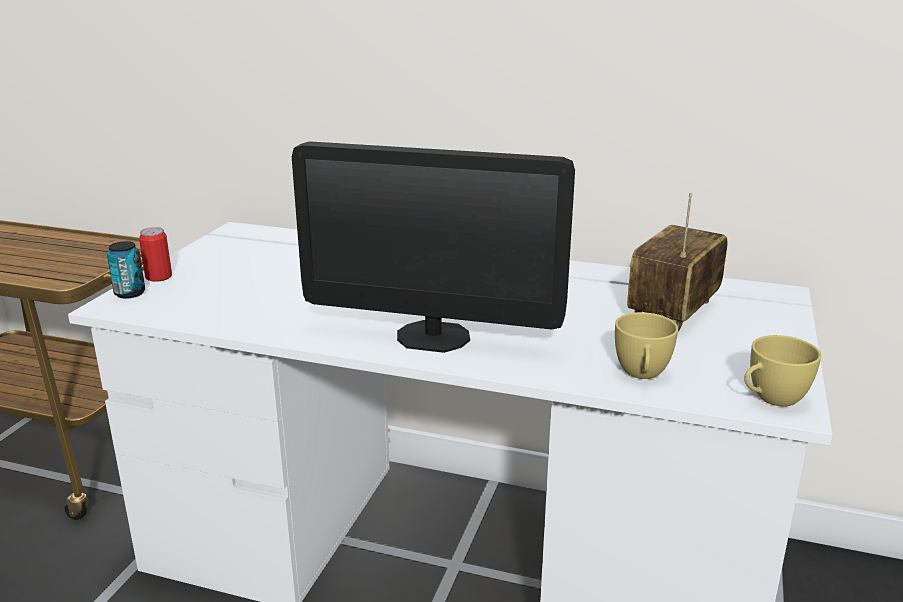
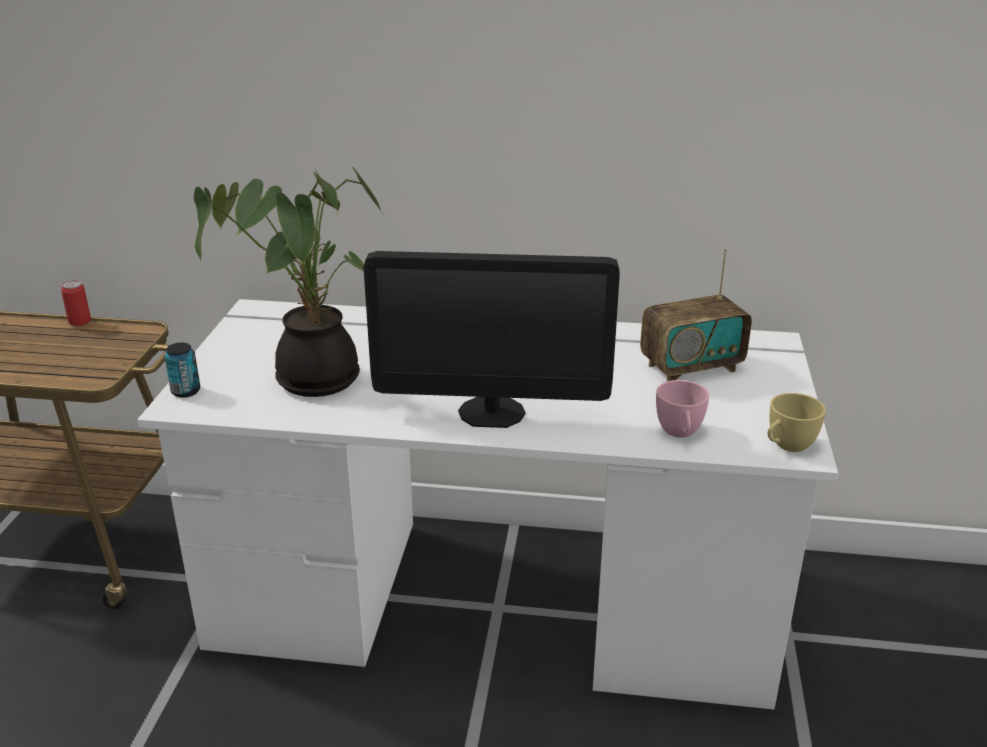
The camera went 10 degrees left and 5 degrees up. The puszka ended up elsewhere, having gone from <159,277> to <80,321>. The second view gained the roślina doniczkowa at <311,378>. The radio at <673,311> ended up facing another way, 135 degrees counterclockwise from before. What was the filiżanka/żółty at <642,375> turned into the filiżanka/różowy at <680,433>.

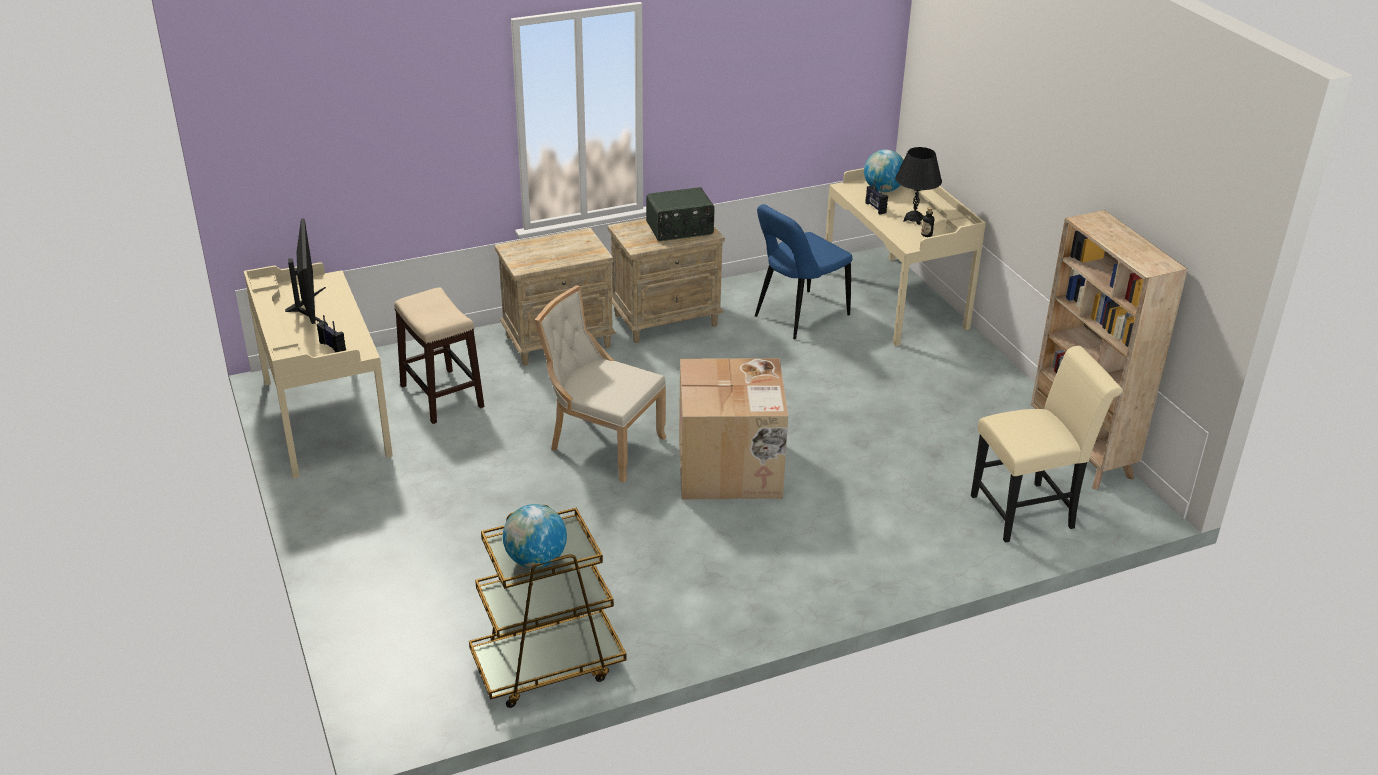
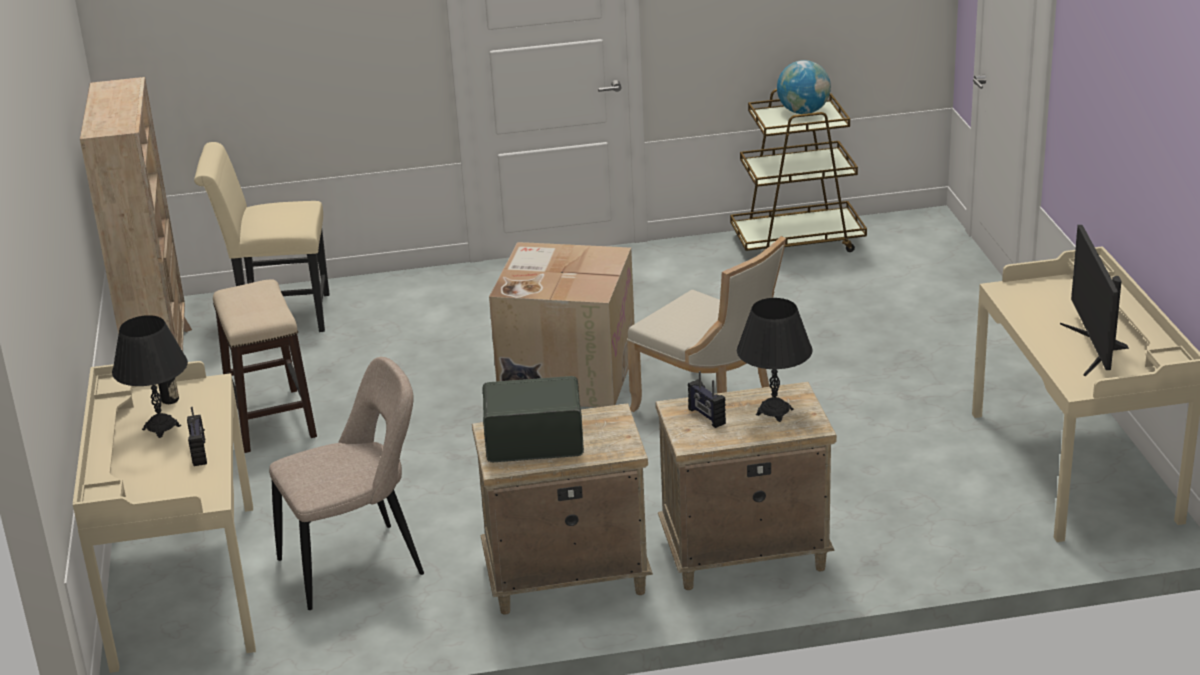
The camera went 165 degrees left and 5 degrees down. The stołek ended up elsewhere, having gone from <442,396> to <270,419>. What was the krzesło/niebieski at <798,317> turned into the krzesło/beżowy at <358,565>. The radio ended up elsewhere, having gone from <333,347> to <706,416>. The second view gained the lampa stołowa/czarny at <774,412>. The second view lost the globus at <883,190>.

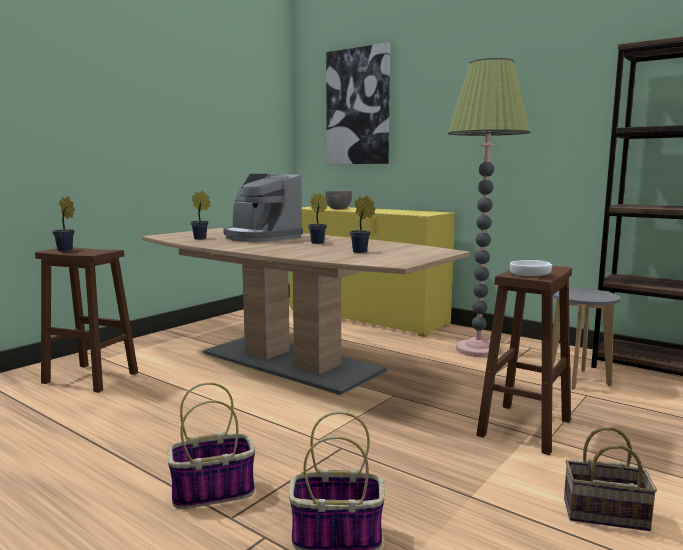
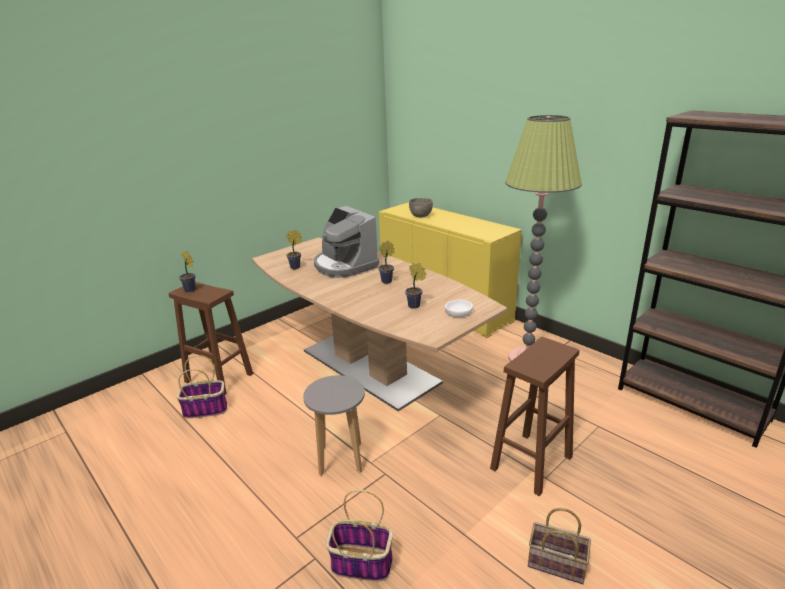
The camera went 10 degrees right and 15 degrees up. The koszyk ended up elsewhere, having gone from <214,491> to <206,409>. The stołek/szary ended up elsewhere, having gone from <578,379> to <340,459>. The miska/biały ended up elsewhere, having gone from <530,273> to <458,312>. The second view lost the obraz at <358,107>.

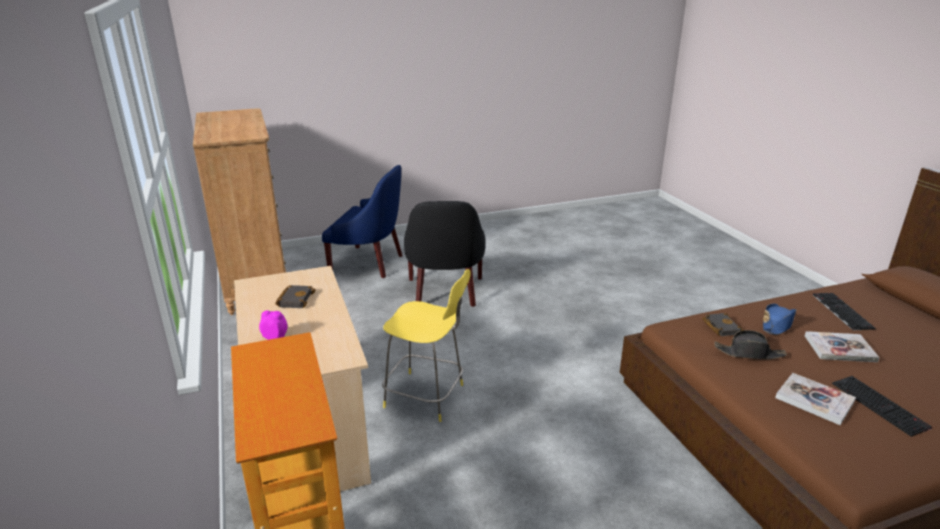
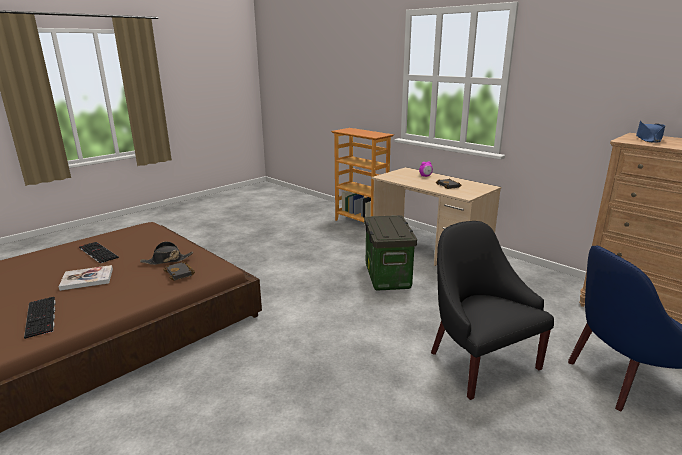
The camera went 155 degrees right and 5 degrees down. Where the stołek/żółty stood at <427,396>, the pojemnik do przechowywania came to stand at <386,276>. The kapelusz/niebieski ended up elsewhere, having gone from <777,325> to <648,139>. The second view lost the książka at <814,400>.

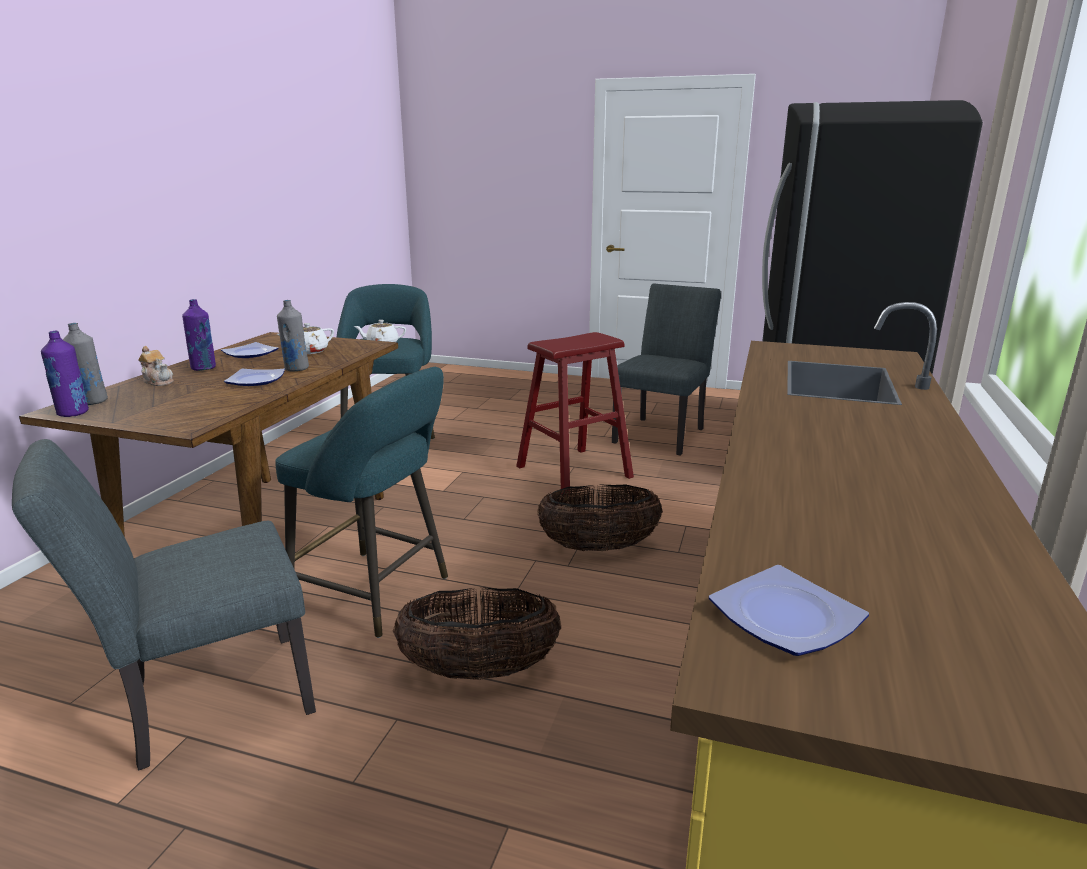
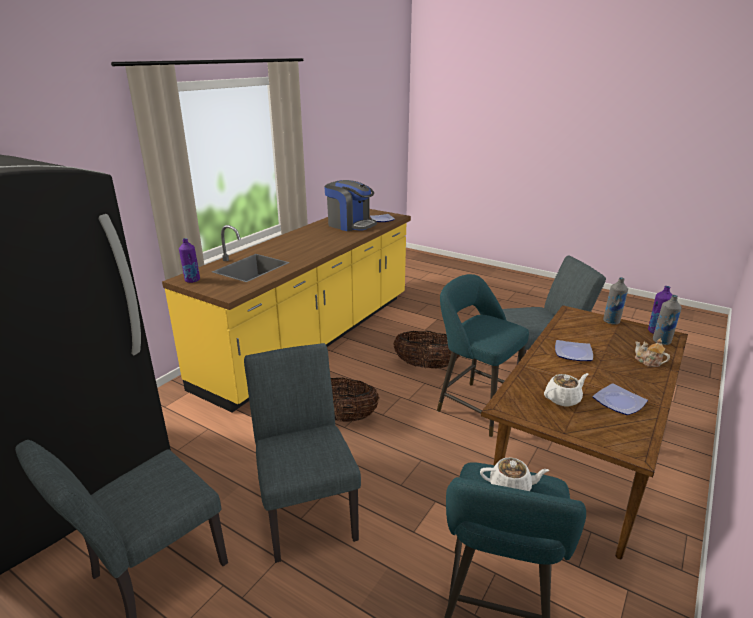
The camera went 165 degrees left and 5 degrees up. The butelka/fioletowy ended up elsewhere, having gone from <204,368> to <192,280>. Where the stołek/czerwony stood at <573,472>, the krzesło/szary came to stand at <306,508>. The second view gained the ekspres do kawy at <350,224>. The butelka/szary ended up elsewhere, having gone from <296,369> to <611,321>.

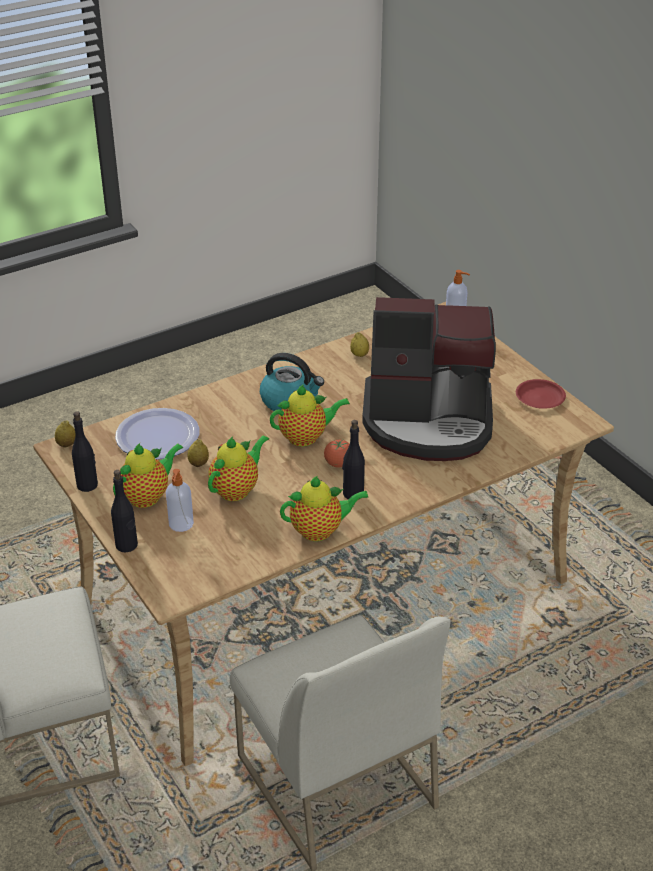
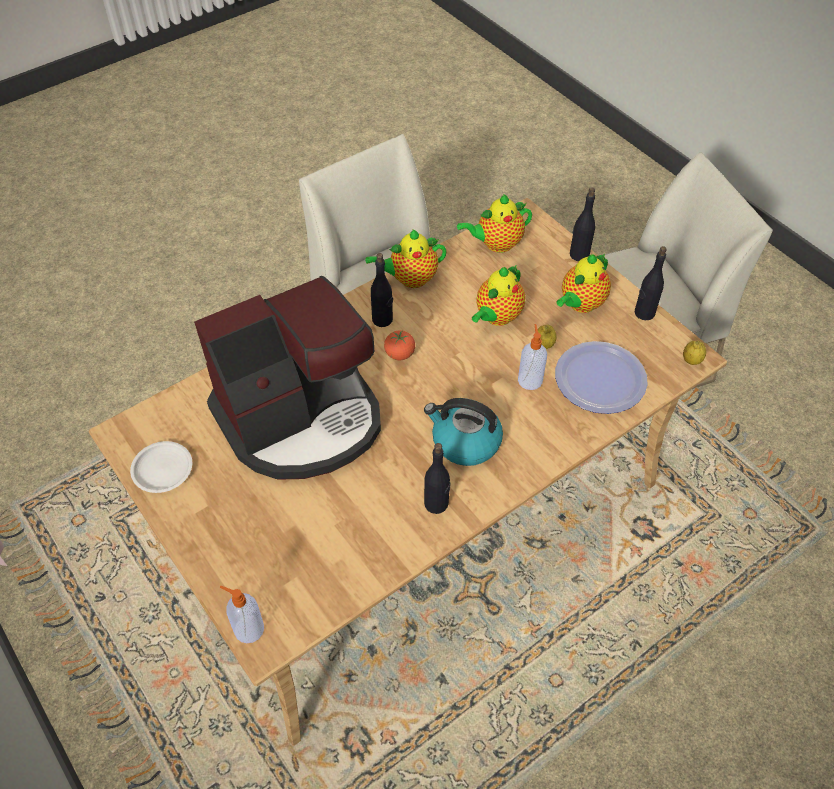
The camera went 175 degrees right and 15 degrees up. What was the talerz/czerwony at <540,397> turned into the talerz/biały at <162,469>. The ekspres do kawy at <428,422> ended up facing another way, 150 degrees clockwise from before. The second view gained the butelka/czarny at <436,504>. The imbryk ended up elsewhere, having gone from <306,437> to <496,244>. The dozownik mydła ended up elsewhere, having gone from <181,524> to <530,379>. The second view lost the cytryna at <359,355>.

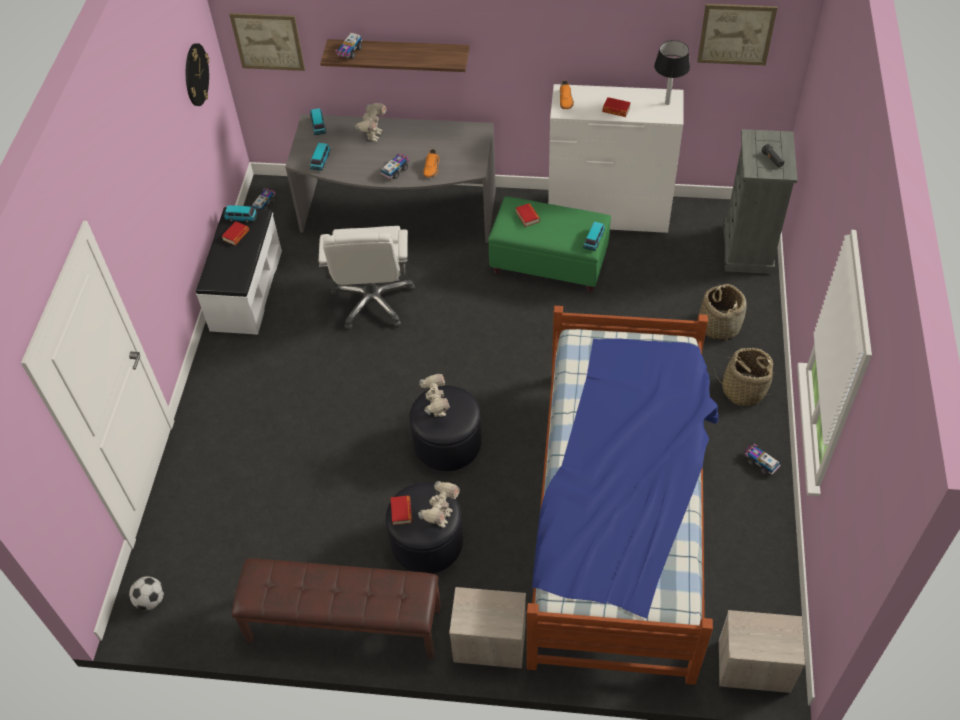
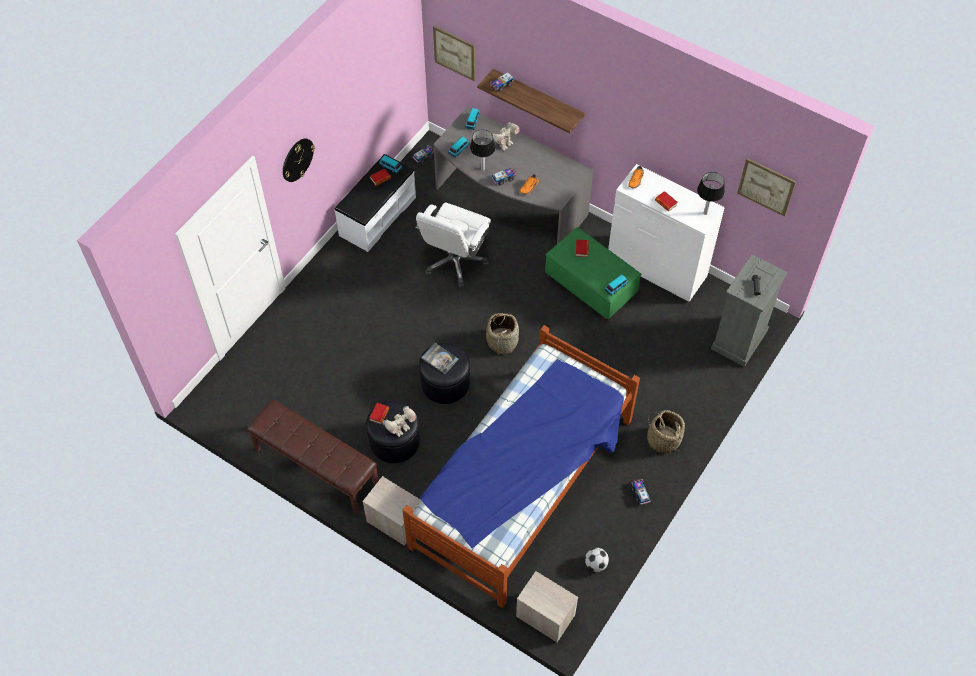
The camera went 25 degrees right and 5 degrees up. The zegar ścienny ended up elsewhere, having gone from <196,74> to <297,159>. Where the robot zabawkowy stood at <436,409>, the książka came to stand at <439,358>. The second view gained the lampa stołowa at <483,169>. The koszyk ended up elsewhere, having gone from <718,325> to <502,341>. The piłka futbolowa ended up elsewhere, having gone from <151,600> to <596,564>.

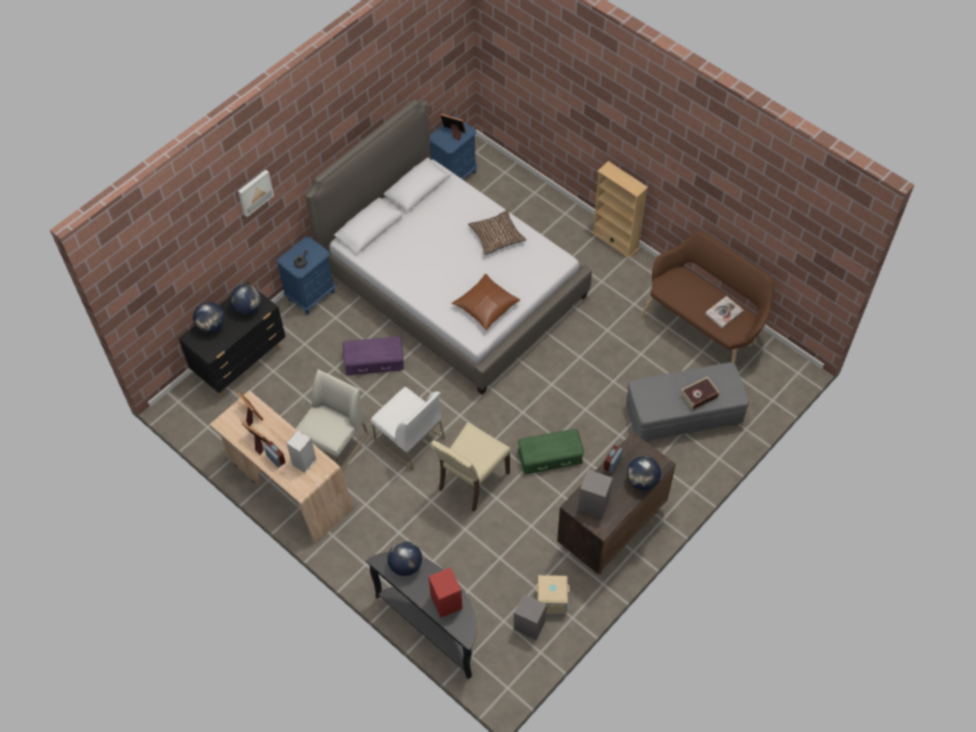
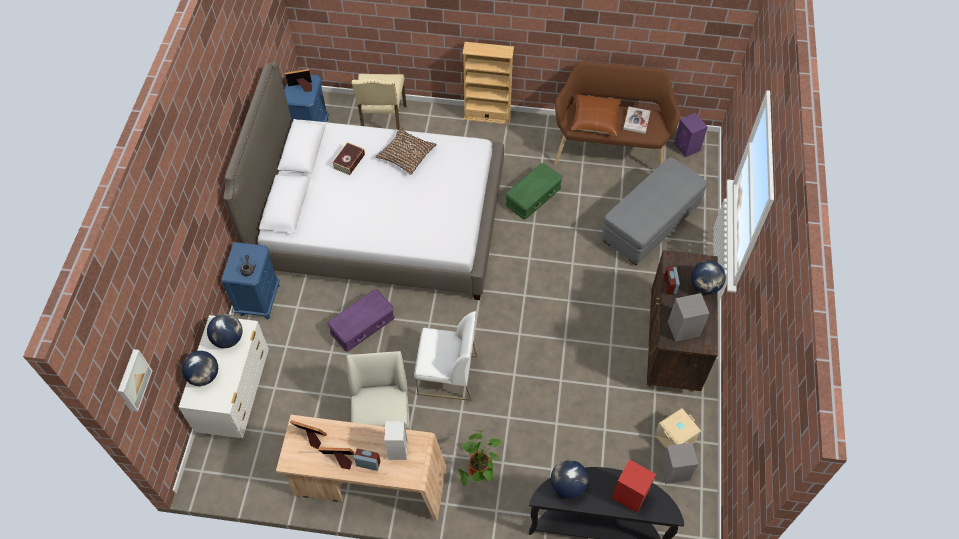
The camera went 35 degrees left and 0 degrees up. The obraz ended up elsewhere, having gone from <254,192> to <132,380>. What was the komoda/czarny at <241,362> turned into the komoda/biały at <237,397>. The książka ended up elsewhere, having gone from <699,396> to <349,161>. The krzesło/beżowy ended up elsewhere, having gone from <471,481> to <383,124>. The second view gained the roślina doniczkowa at <480,472>. The pojemnik do przechowywania/zielony ended up elsewhere, having gone from <550,456> to <533,196>. The poduszka/brązowy ended up elsewhere, having gone from <486,306> to <595,120>. The second view gained the głośnik/fioletowy at <687,147>.

